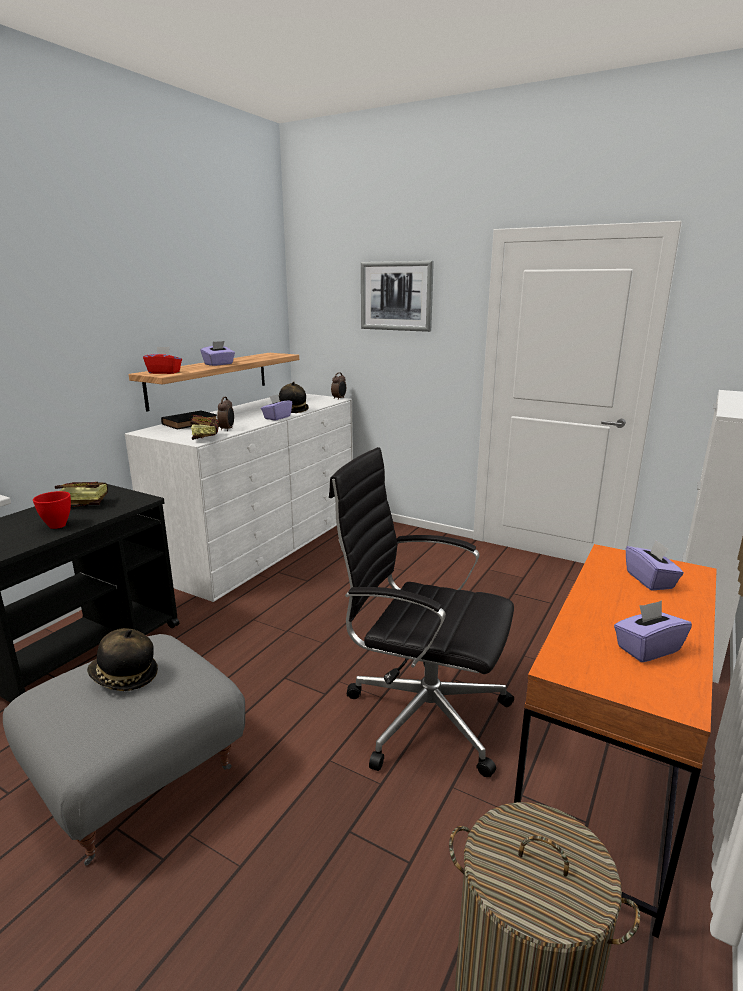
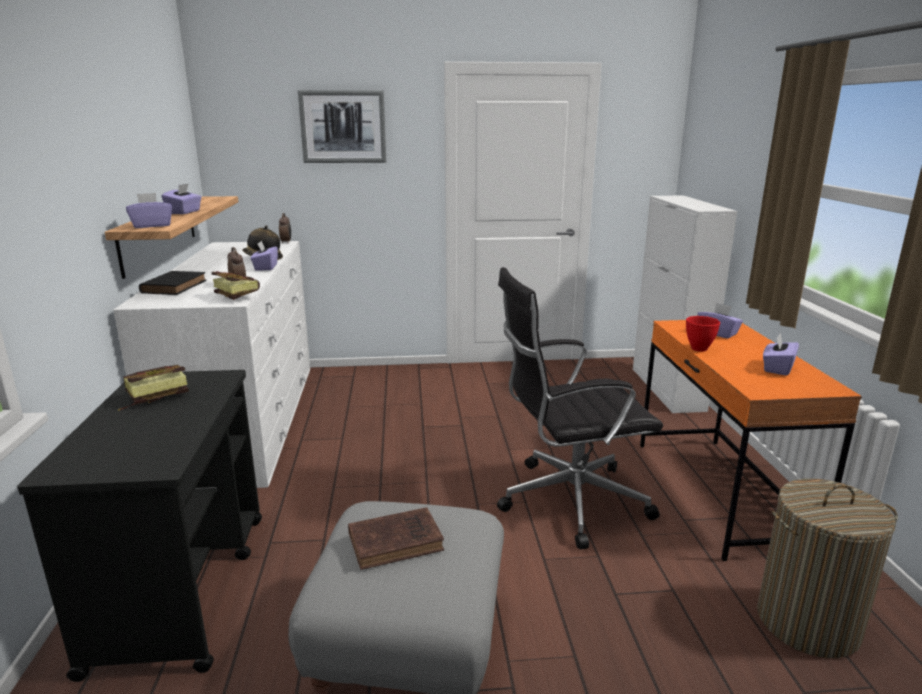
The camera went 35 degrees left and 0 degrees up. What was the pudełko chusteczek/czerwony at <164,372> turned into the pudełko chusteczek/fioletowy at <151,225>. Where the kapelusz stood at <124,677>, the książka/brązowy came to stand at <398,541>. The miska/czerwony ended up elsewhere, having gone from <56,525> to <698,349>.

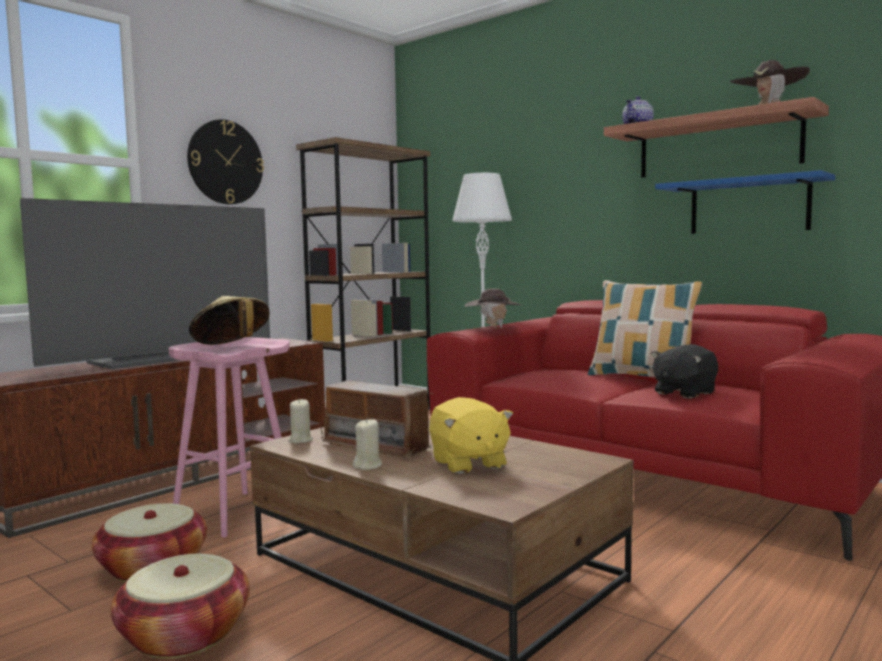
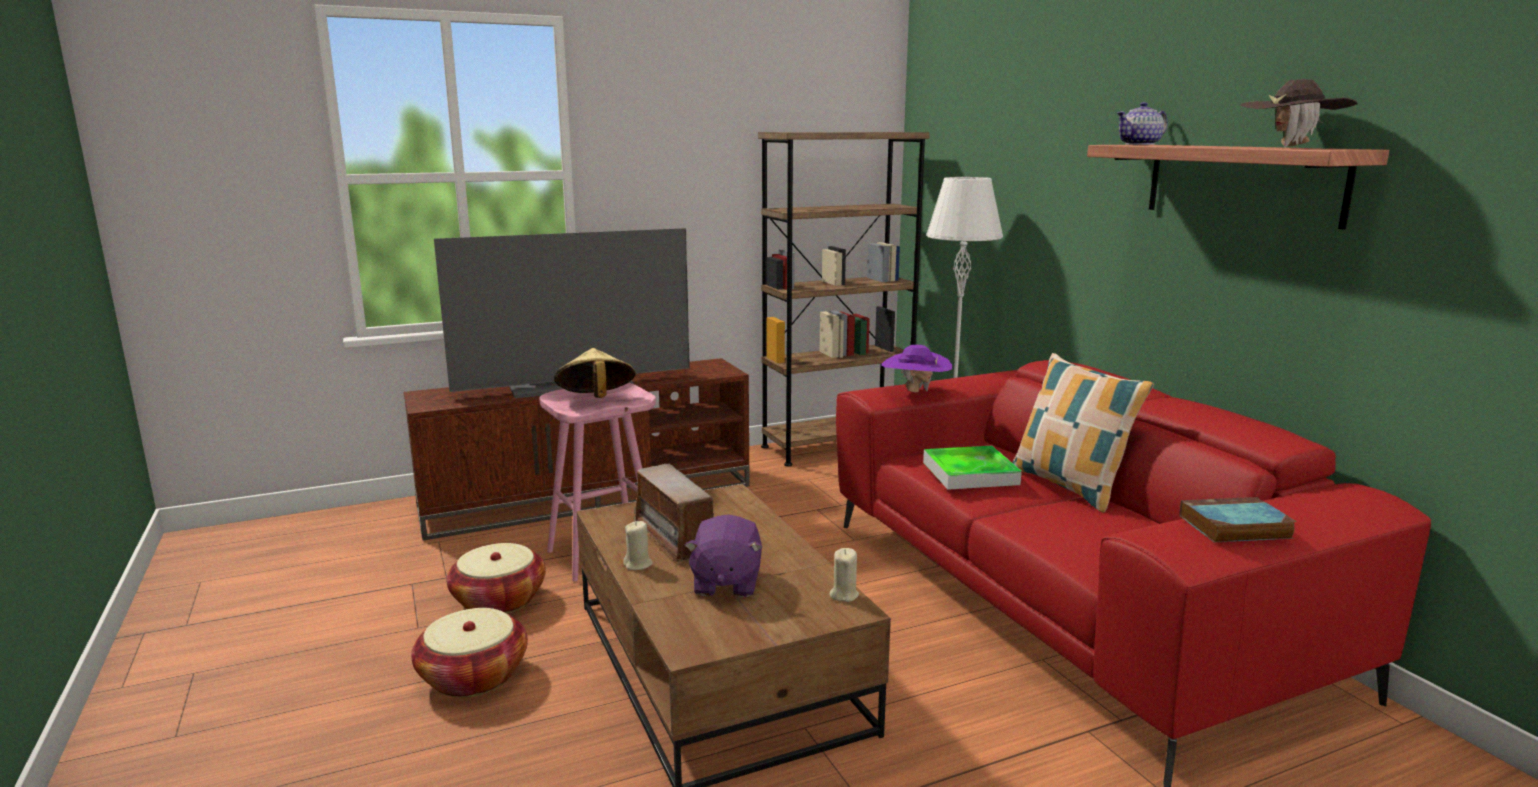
The camera went 25 degrees right and 10 degrees up. What was the pluszak/żółty at <468,463> turned into the pluszak/fioletowy at <725,583>. The świeca/beżowy ended up elsewhere, having gone from <300,440> to <843,595>. What was the kapelusz/brązowy at <493,328> turned into the kapelusz/fioletowy at <915,392>. The second view gained the taca at <970,473>. The second view gained the książka at <1233,527>. The second view lost the zegar ścienny at <225,162>. The second view lost the pluszak/czarny at <683,393>. The second view lost the półka/niebieski at <749,206>.

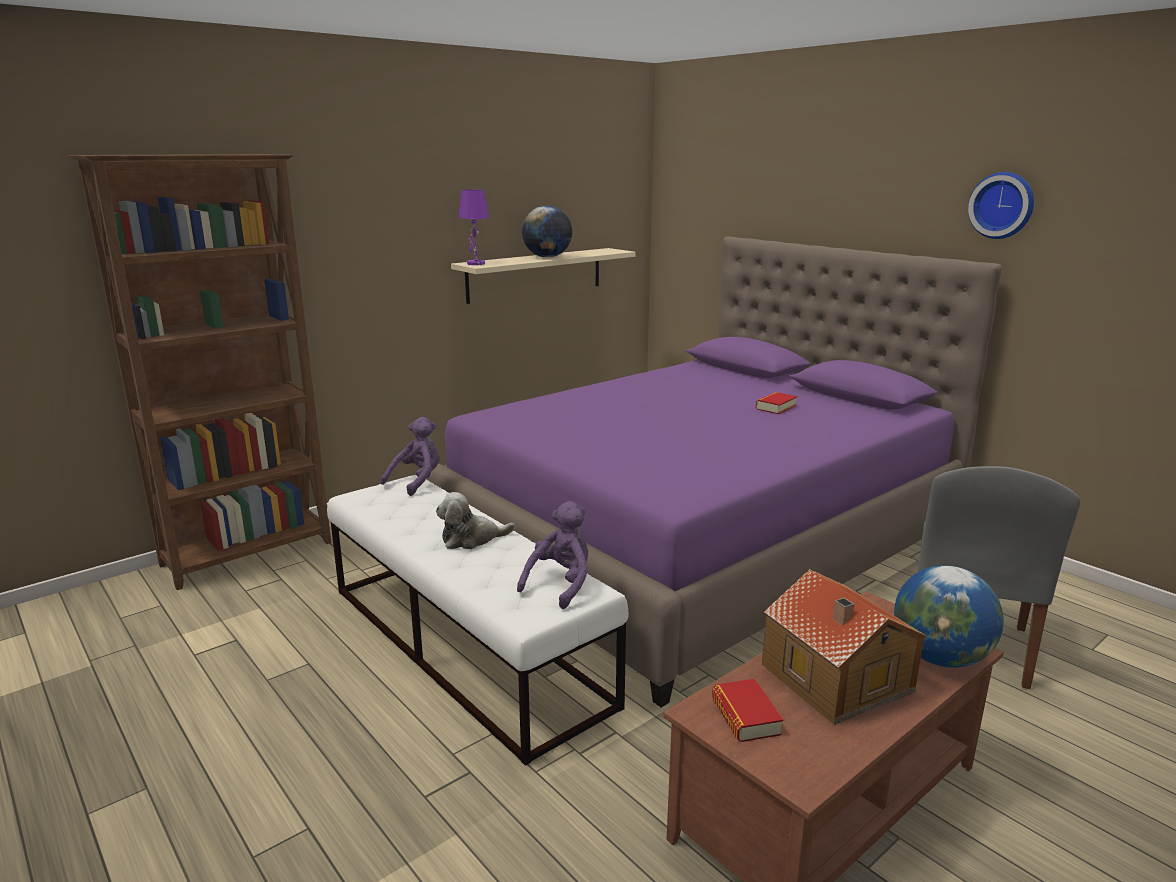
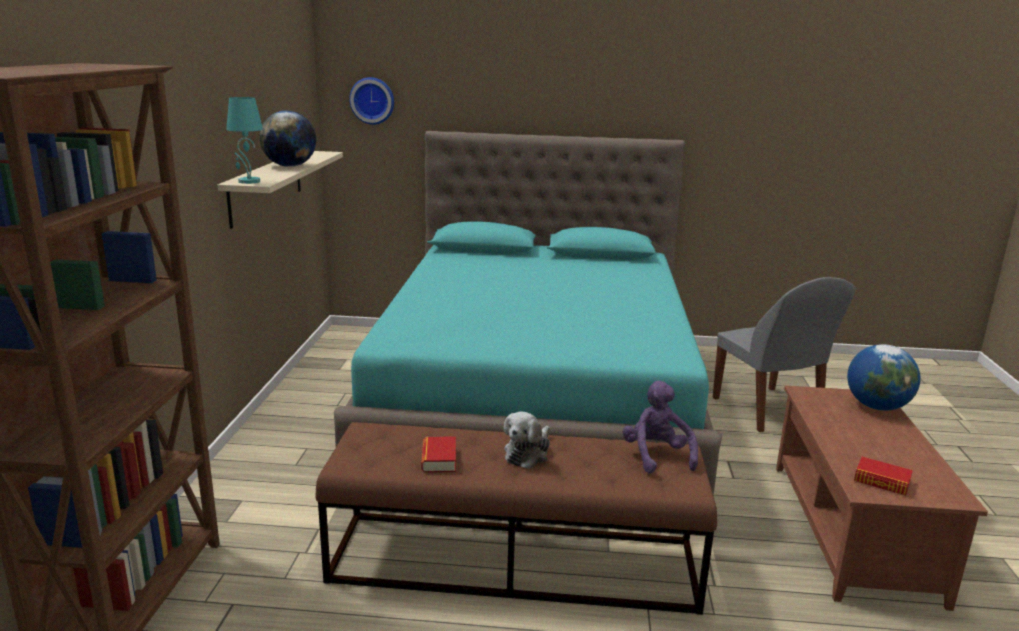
The camera went 45 degrees left and 0 degrees up. What was the lampa stołowa/fioletowy at <475,263> turned into the lampa stołowa/turkusowy at <248,181>. What was the ławka/biały at <465,644> turned into the ławka/brązowy at <515,561>. What was the łóżko/fioletowy at <699,543> turned into the łóżko/turkusowy at <536,407>. The zegar ścienny ended up elsewhere, having gone from <1002,205> to <372,100>. The książka ended up elsewhere, having gone from <776,407> to <439,459>. The second view lost the pluszak/fioletowy at <417,481>. The second view lost the domek at <835,679>.

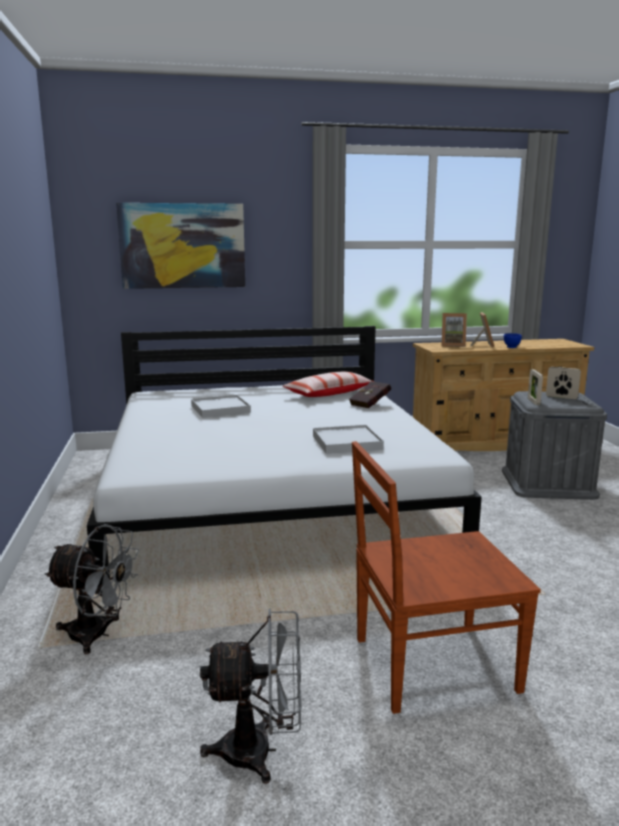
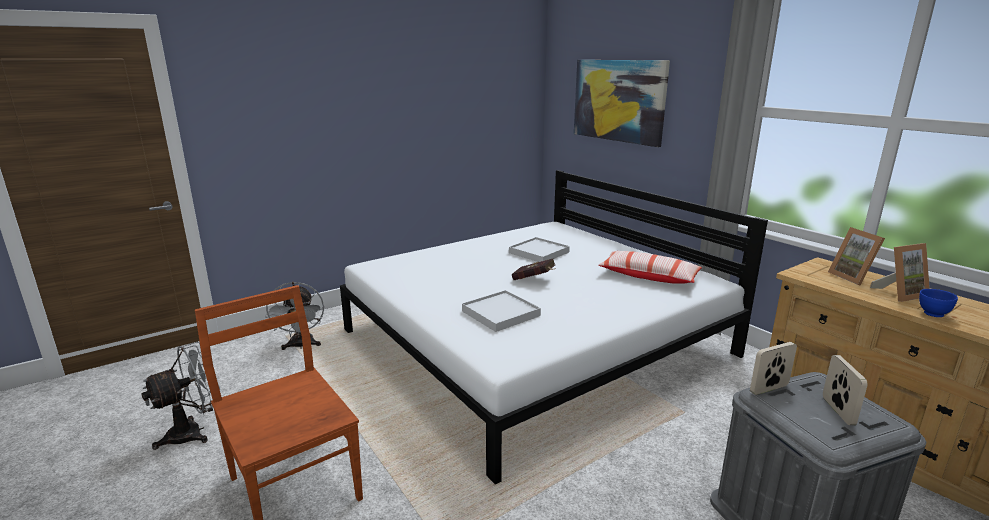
The camera went 65 degrees right and 5 degrees up. The wentylator/szary at <260,751> ended up facing another way, 105 degrees counterclockwise from before. The książka/czerwony ended up elsewhere, having gone from <371,404> to <535,280>.

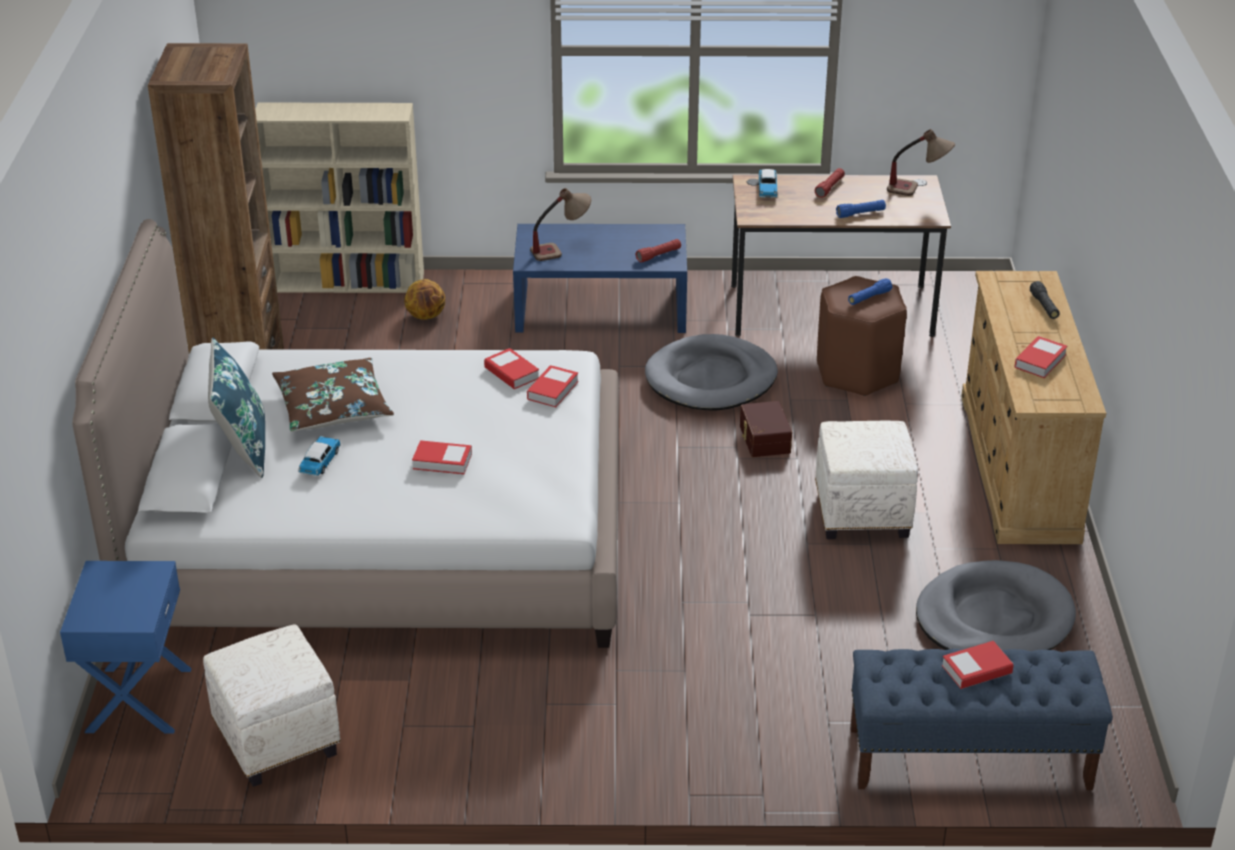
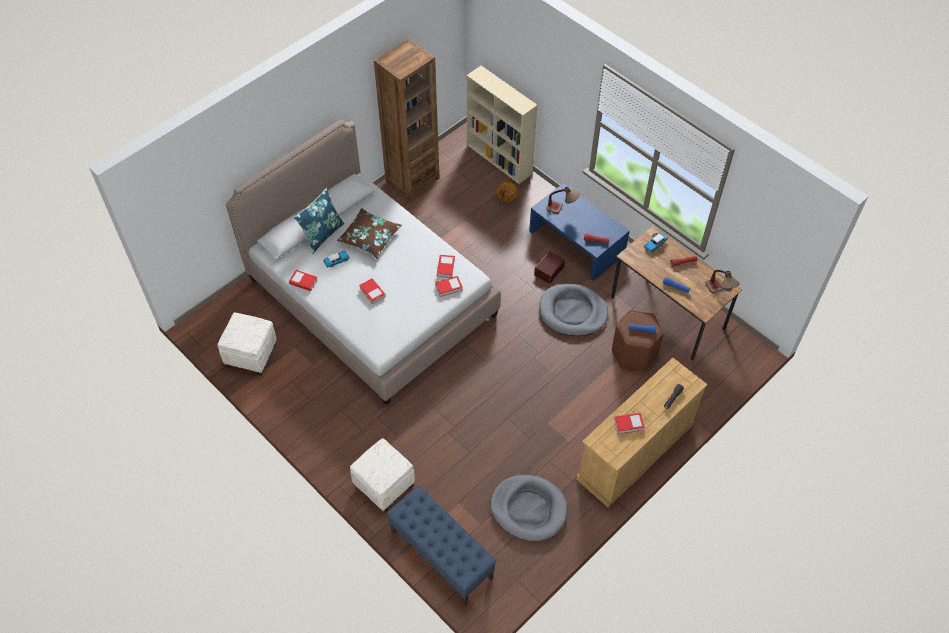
The camera went 45 degrees right and 20 degrees up. The książka ended up elsewhere, having gone from <976,669> to <303,282>. The pufa/biały ended up elsewhere, having gone from <861,515> to <383,485>. The pojemnik do przechowywania/brązowy ended up elsewhere, having gone from <763,439> to <548,270>. The second view lost the szafka nocna/niebieski at <137,700>.

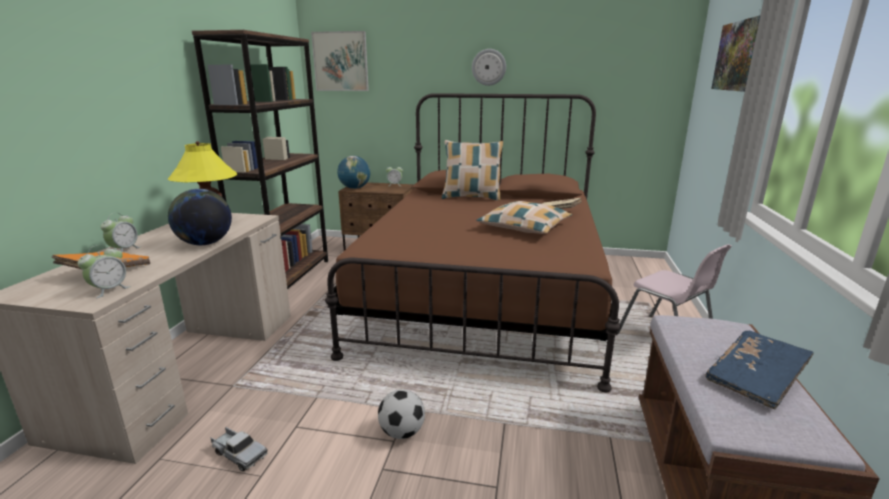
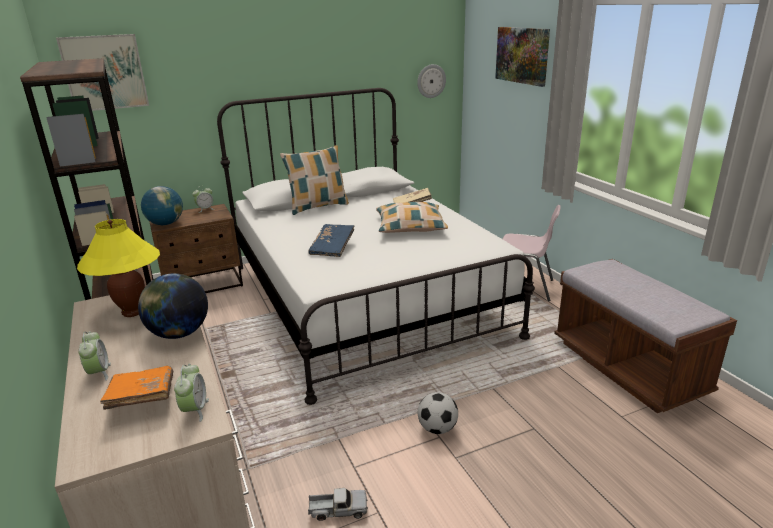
The camera went 35 degrees left and 5 degrees up. What was the łóżko/brązowy at <485,296> turned into the łóżko/biały at <364,298>. The książka/niebieski ended up elsewhere, having gone from <755,380> to <332,248>. The zegar ścienny ended up elsewhere, having gone from <489,67> to <431,81>.

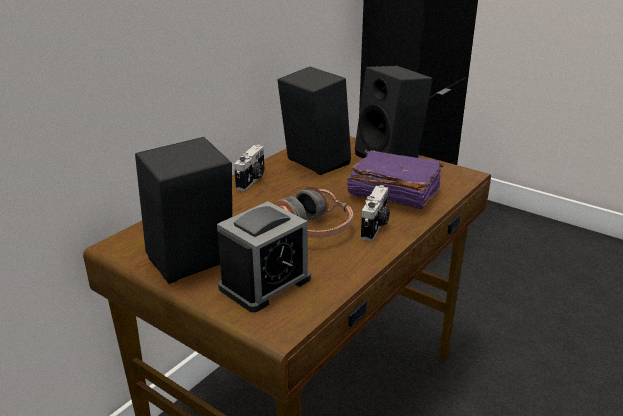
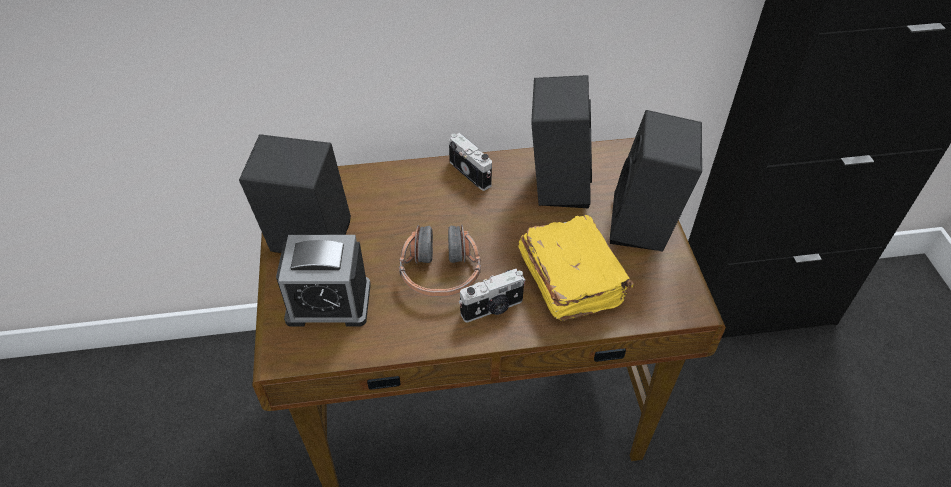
The camera went 45 degrees right and 20 degrees up. The aparat fotograficzny at <252,180> ended up facing another way, 105 degrees counterclockwise from before. What was the książka/fioletowy at <393,193> turned into the książka/żółty at <571,278>.

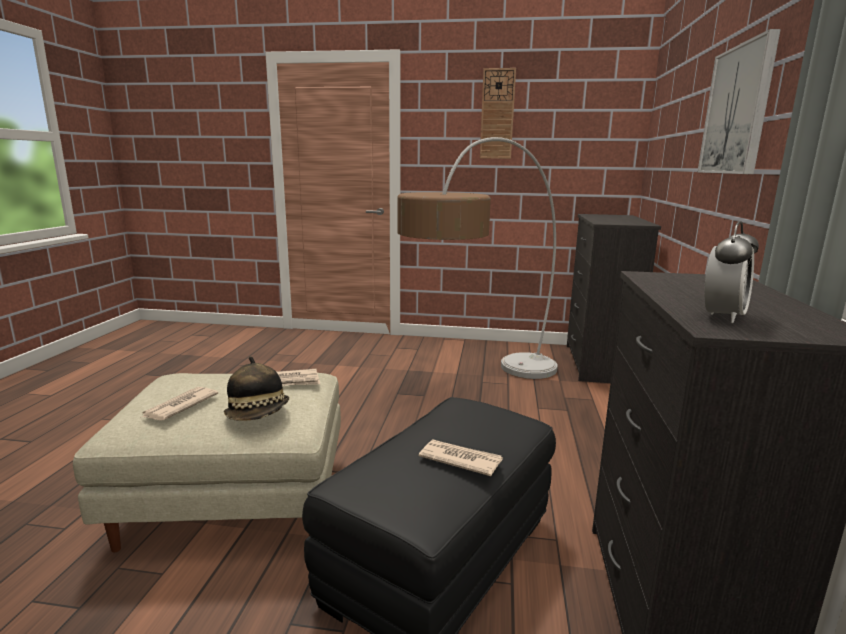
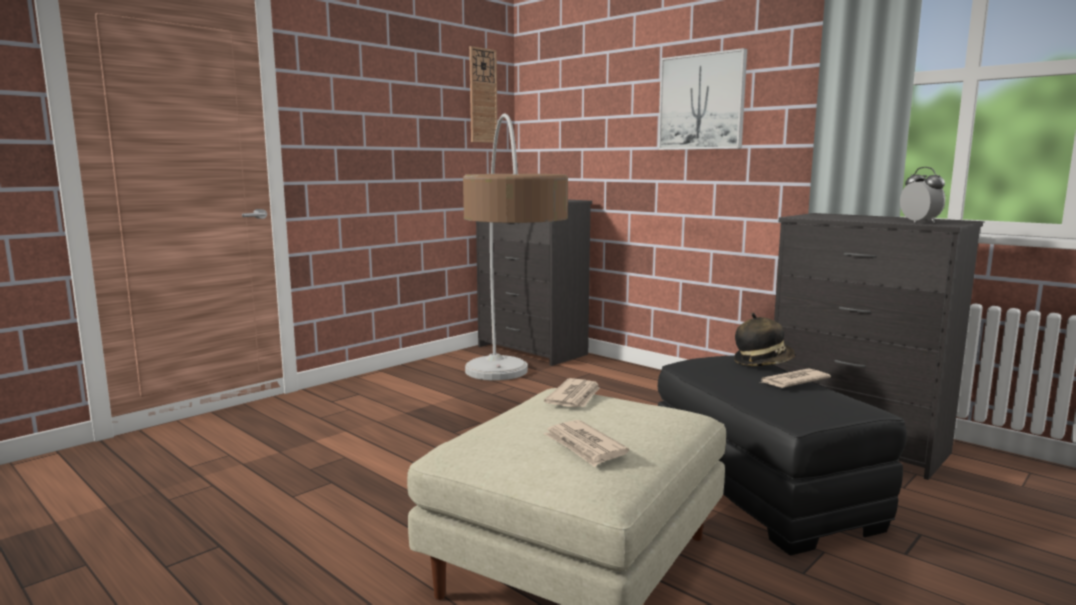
The camera went 55 degrees left and 5 degrees down. The zegar ścienny ended up elsewhere, having gone from <497,114> to <482,96>. The kapelusz ended up elsewhere, having gone from <258,414> to <763,362>.

